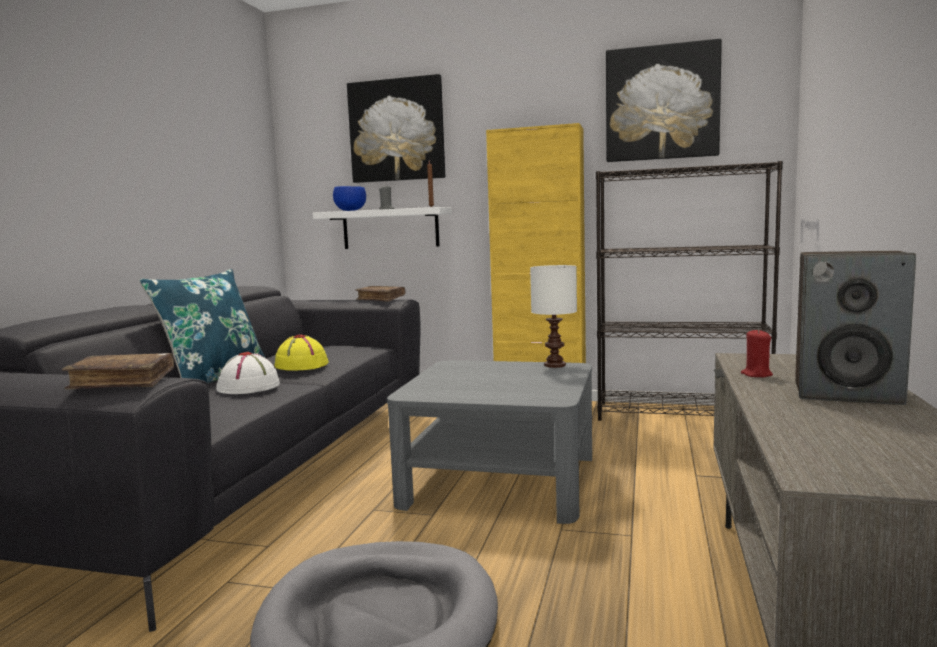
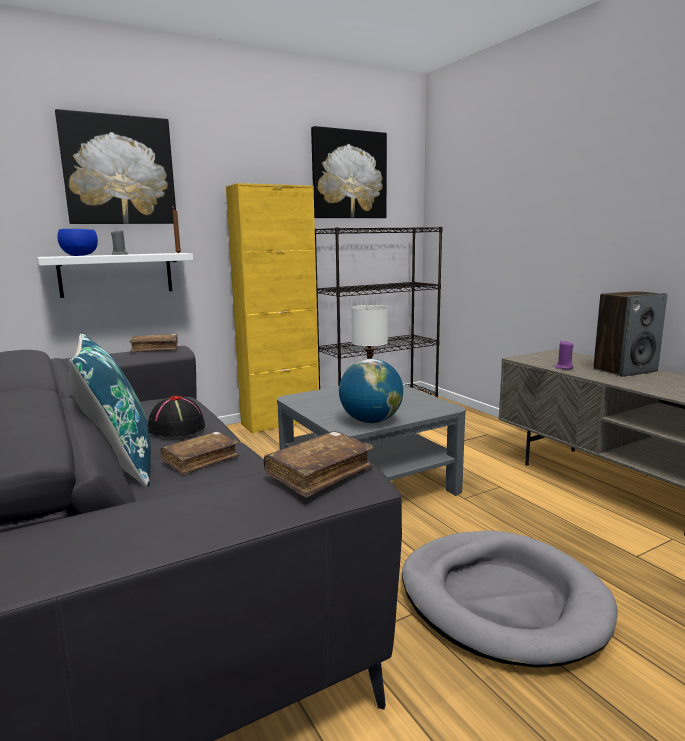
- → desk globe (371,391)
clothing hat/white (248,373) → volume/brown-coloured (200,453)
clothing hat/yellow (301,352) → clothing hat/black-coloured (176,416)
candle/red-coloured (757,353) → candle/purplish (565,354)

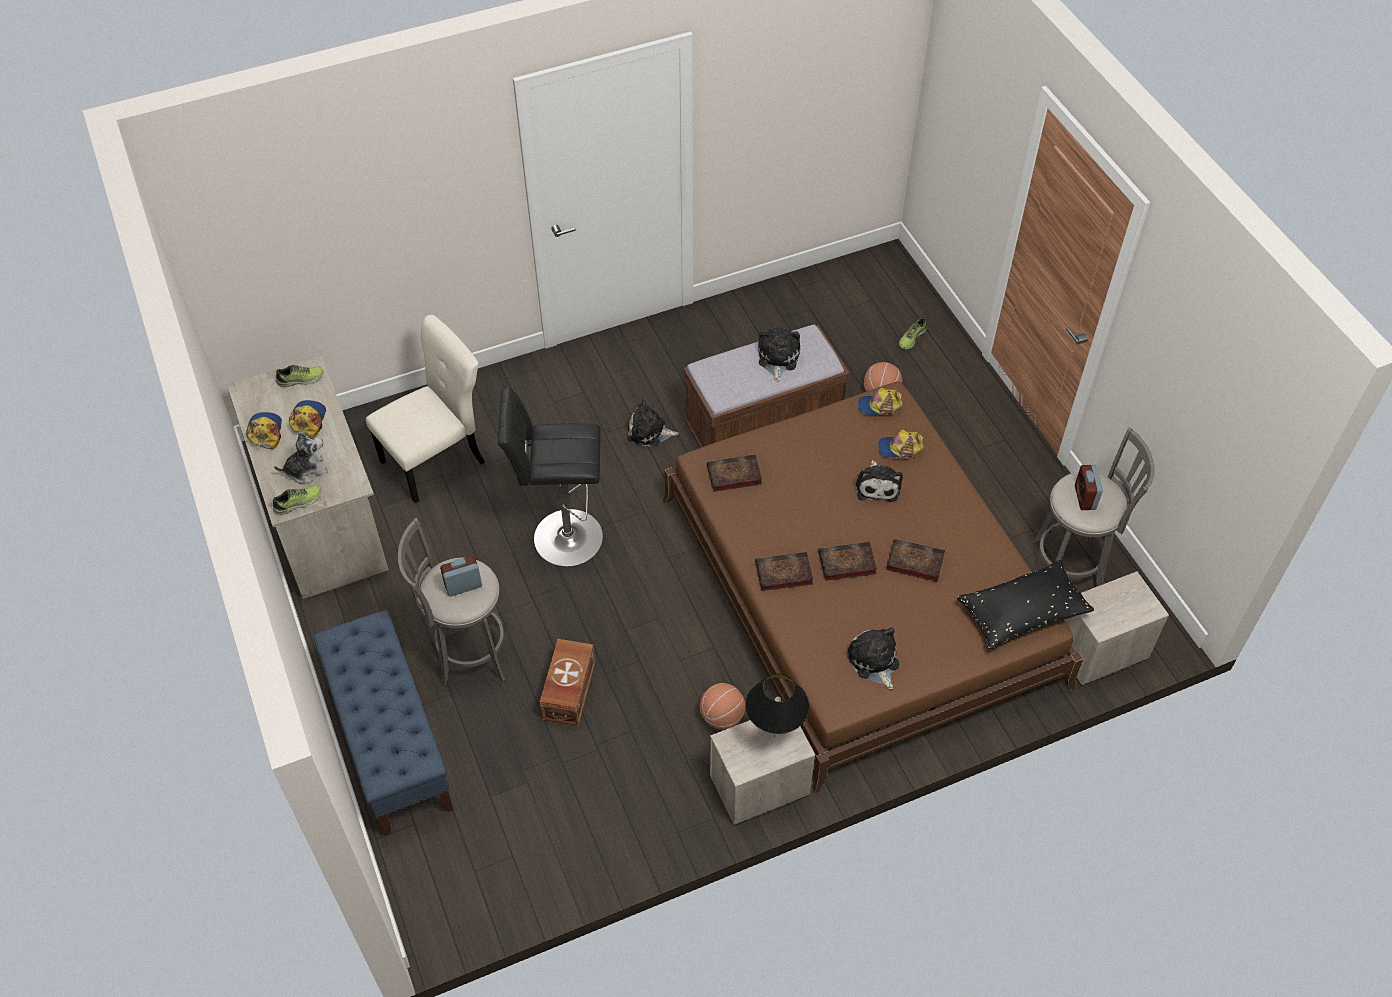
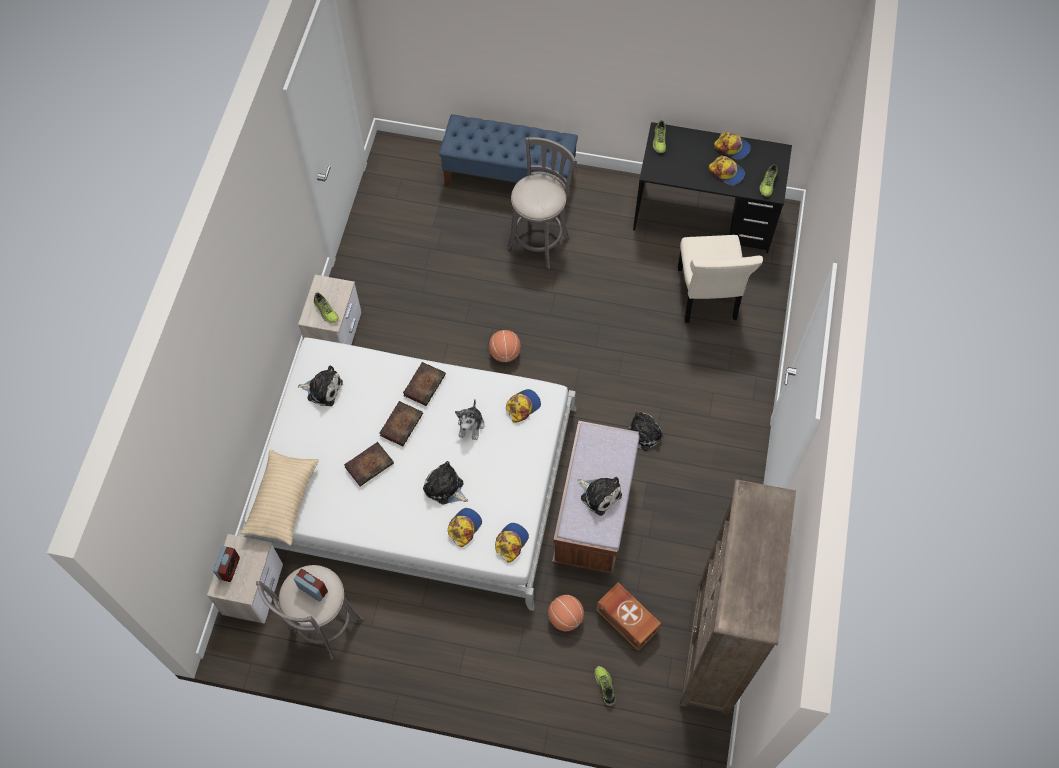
sitting stool/black-coloured (550,477) → -
- → shelving unit/brown-coloured (738,597)
cuddly toy (301,457) → cuddly toy (469,420), shifted
bedside clock (461,576) → bedside clock (226,564), shifted
storage bin/brown-coloured (567,682) → storage bin/brown-coloured (628,617), shifted
ball for basketball (722,706) → ball for basketball (505,346), shifted
volume (734,473) → cap (523,406)
tabletop lamp/black-coloured (777,705) → shoe (326,308)
desk table/beige (308,477) → desk table/black-coloured (712,187)
bedroom bed/brown-coloured (872,587) → bedroom bed/white (407,474)
cushion/black-coloured (1025,604) → cushion/beige (280,498)

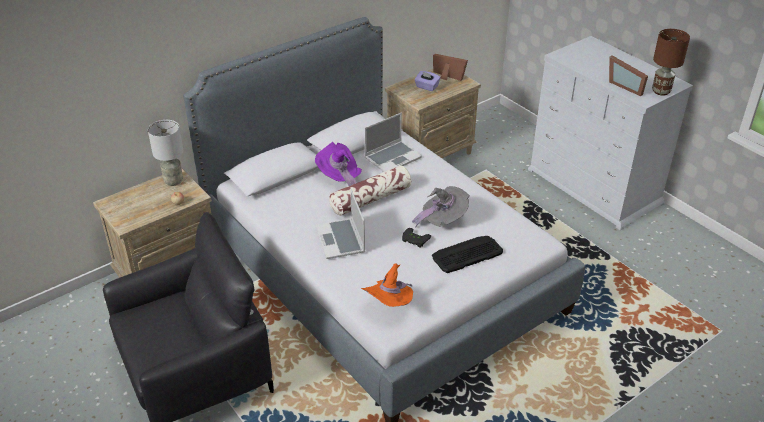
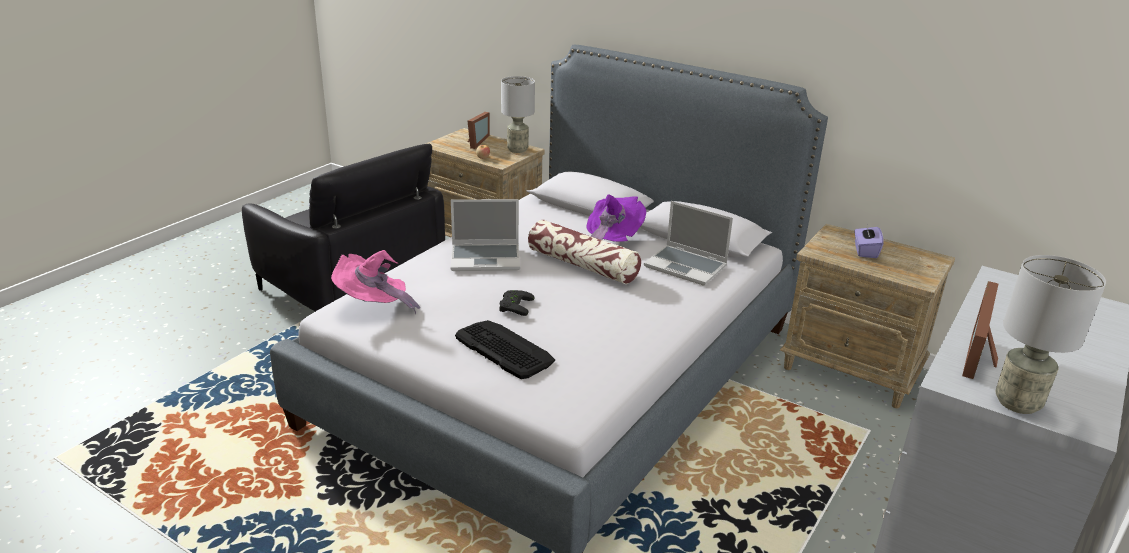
clothing hat/gray (441,207) → -
photo frame (450,67) → photo frame (478,130), shifted
clothing hat/orangey (387,285) → clothing hat/pink (375,282)
tabletop lamp/brown-coloured (671,62) → tabletop lamp/gray (1051,334)
notebook computer (340,224) → notebook computer (485,235), 150 degrees counterclockwise

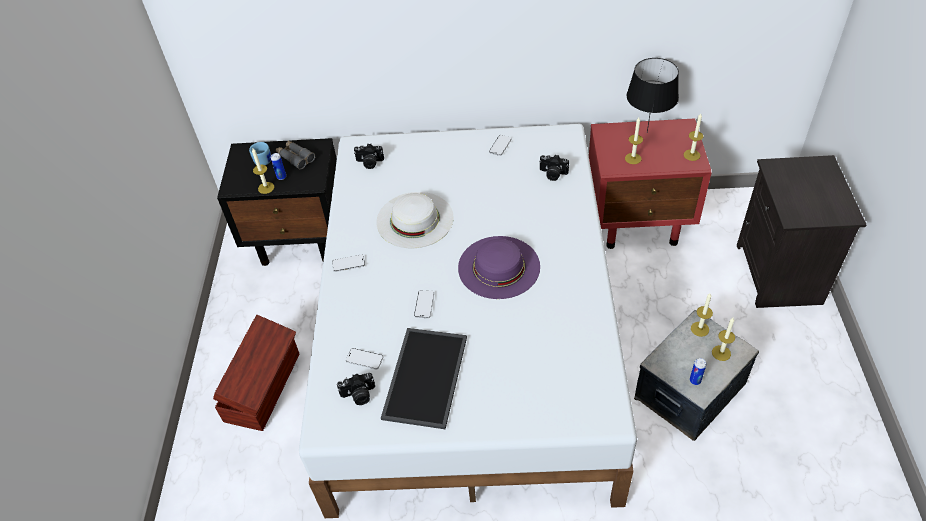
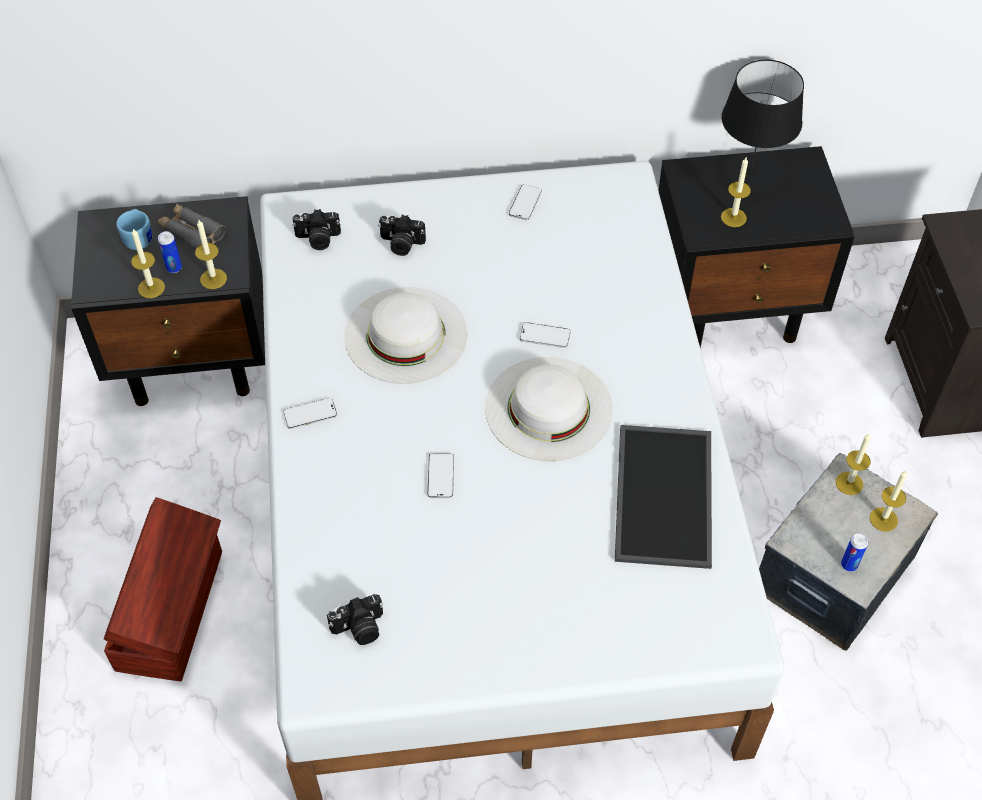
telephone (364,358) → telephone (545,335), shifted
carrying tray (424,378) → carrying tray (663,497), shifted
photo camera (554,168) → photo camera (402,235), shifted
candle (693,137) → candle (211,254), shifted
clothing hat/purplish (499,267) → clothing hat/white (549,409)
nightstand/red-coloured (650,183) → nightstand/black-coloured (756,247)

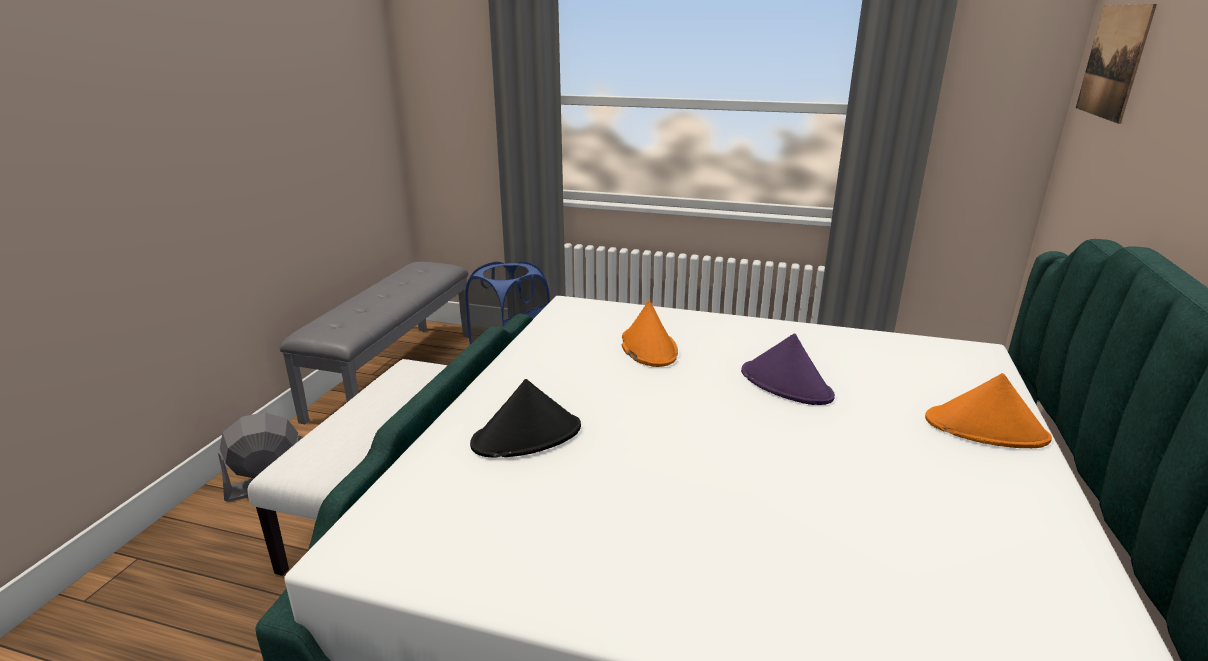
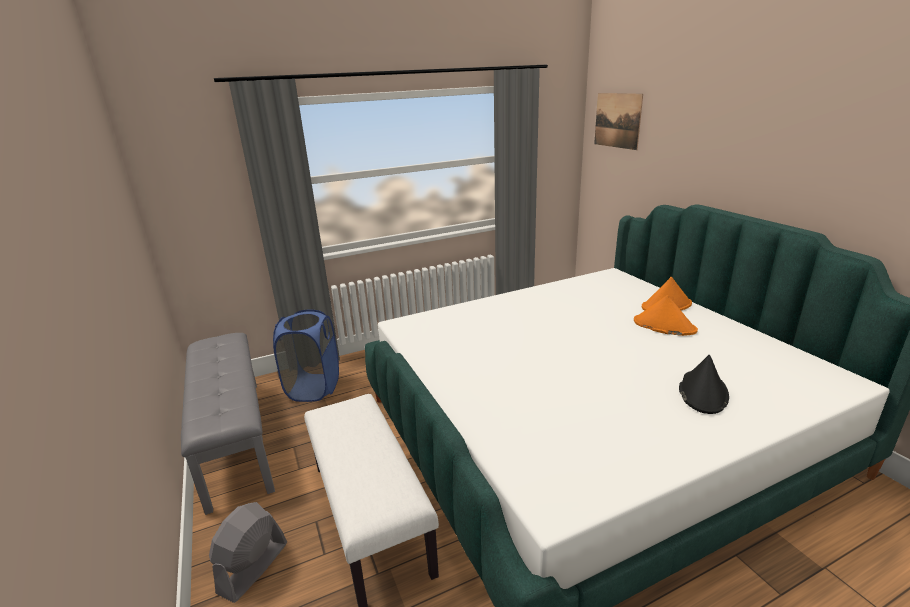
clothing hat/purplish (788,369) → -
clothing hat/black-coloured (525,418) → clothing hat/black-coloured (704,384), shifted
clothing hat/orangey (650,333) → clothing hat/orangey (666,315), shifted

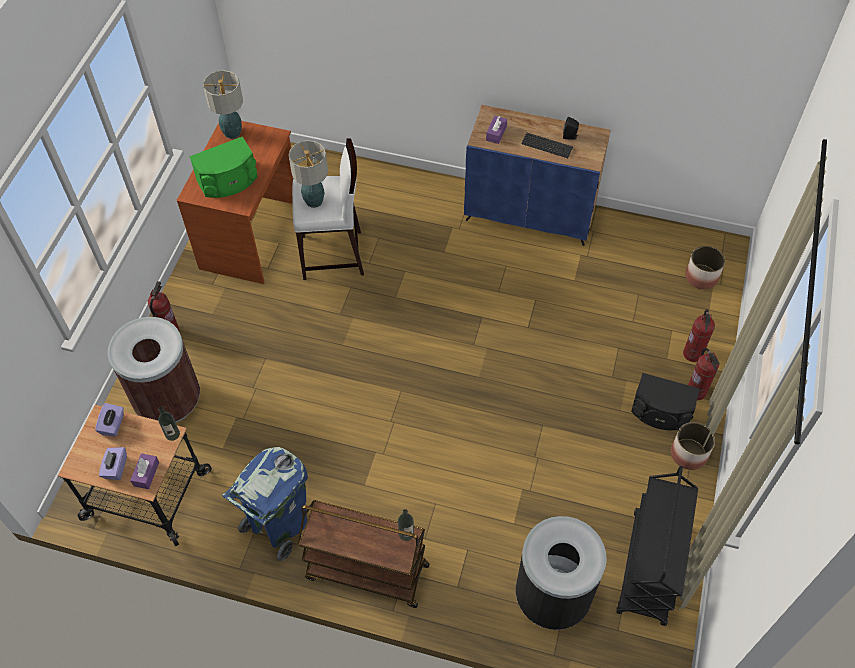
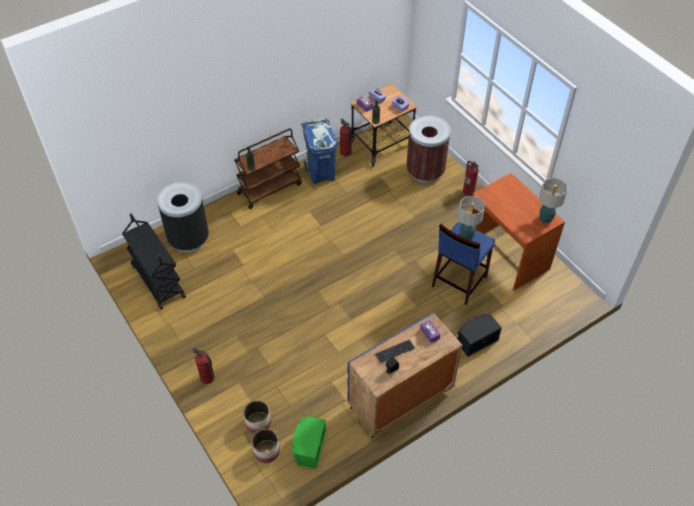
audio speaker/green-coloured (223,167) → audio speaker/green-coloured (309,442), shifted
audio speaker/black-coloured (665,401) → audio speaker/black-coloured (479,335), shifted
plant pot (693,446) → plant pot (257,417), shifted
fire extinguisher (699,335) → fire extinguisher (346,137), shifted
sitting stool/white (328,209) → sitting stool/bluish (463,263)

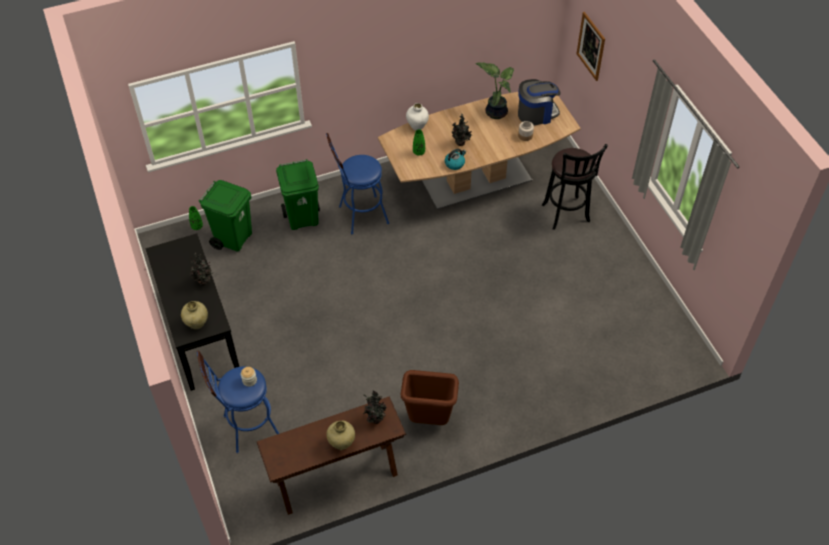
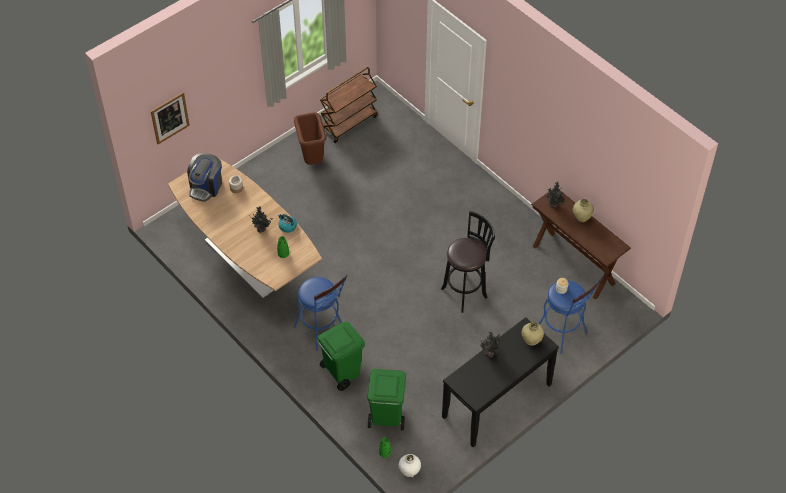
plant in a pot (494,90) → -
- → cart/brown-coloured (349,105)
rubbish bin/brown-coloured (430,397) → rubbish bin/brown-coloured (310,138), shifted
decorative vase/white (417,116) → decorative vase/white (410,465), shifted
sitting stool/black-coloured (575,187) → sitting stool/black-coloured (468,262), shifted
coffee machine (539,102) → coffee machine (204,177), 120 degrees counterclockwise

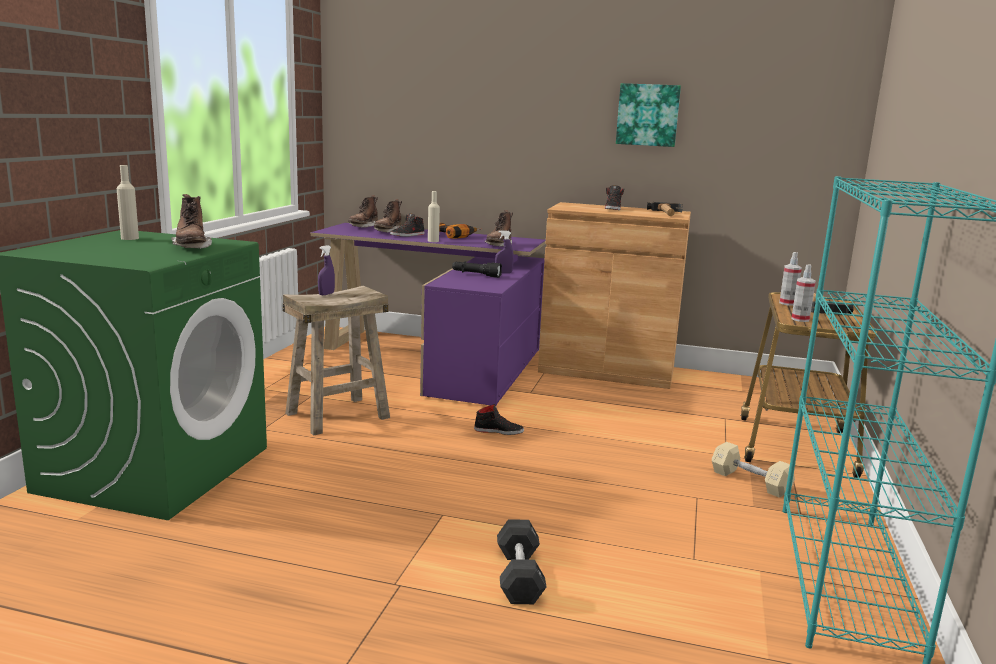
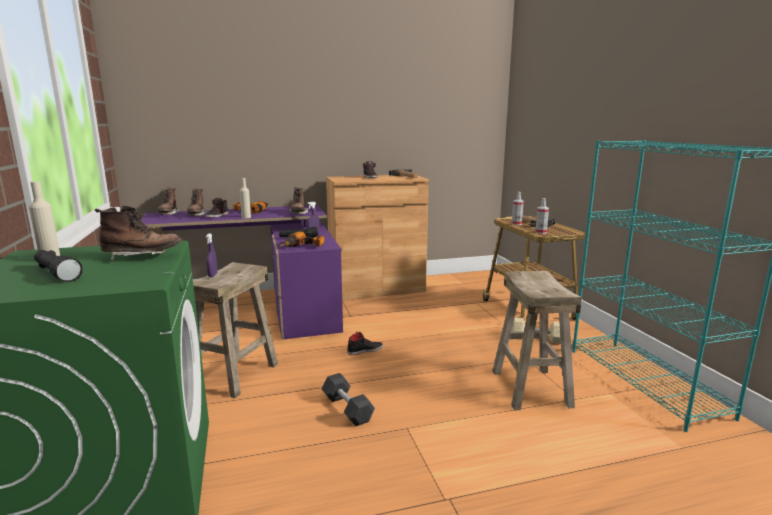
wall art (648,115) → -
- → torch/black-coloured (58,266)
- → electric drill (302,239)
- → sitting stool/beige (537,340)
dumbbell/black-coloured (521,561) → dumbbell/black-coloured (348,399), shifted
high-top boot/brown-coloured (191,221) → high-top boot/brown-coloured (138,233), 45 degrees counterclockwise

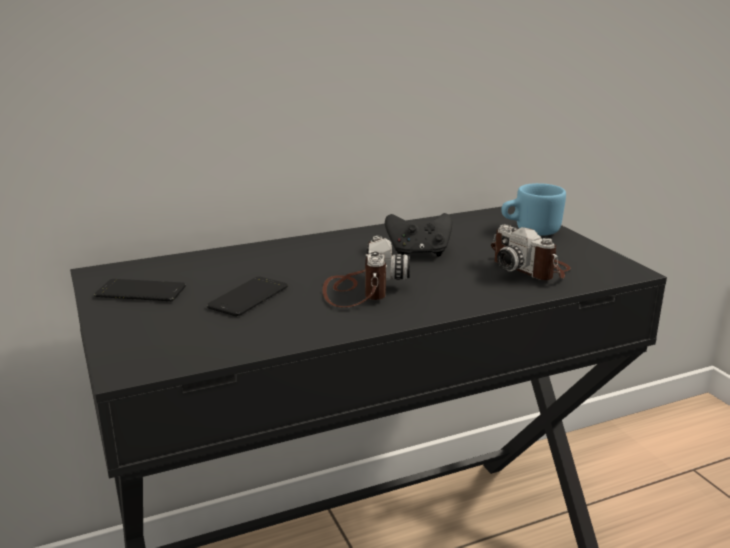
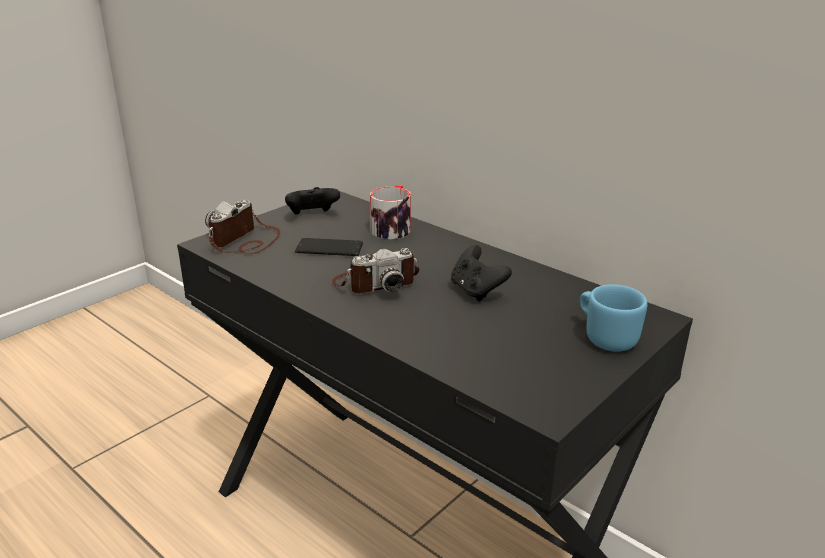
- → mug (390,212)
photo camera (531,252) → photo camera (243,226), shifted
telephone (140,290) → game controller/black-coloured (312,201)

